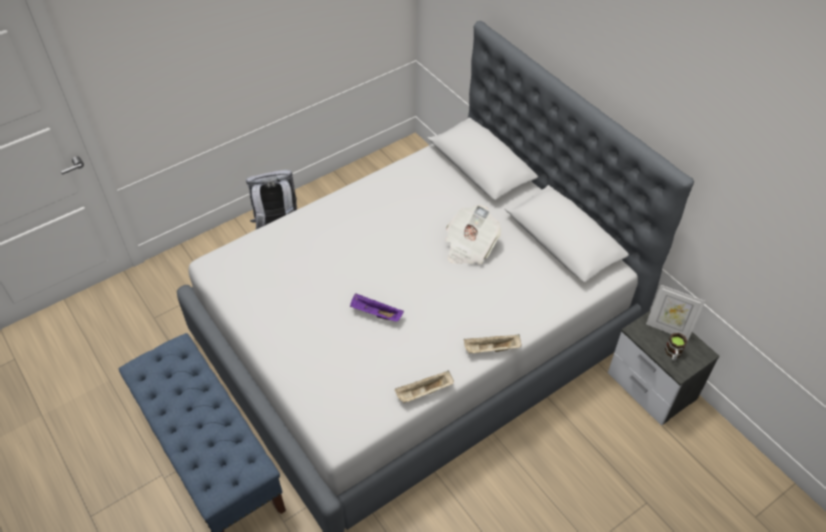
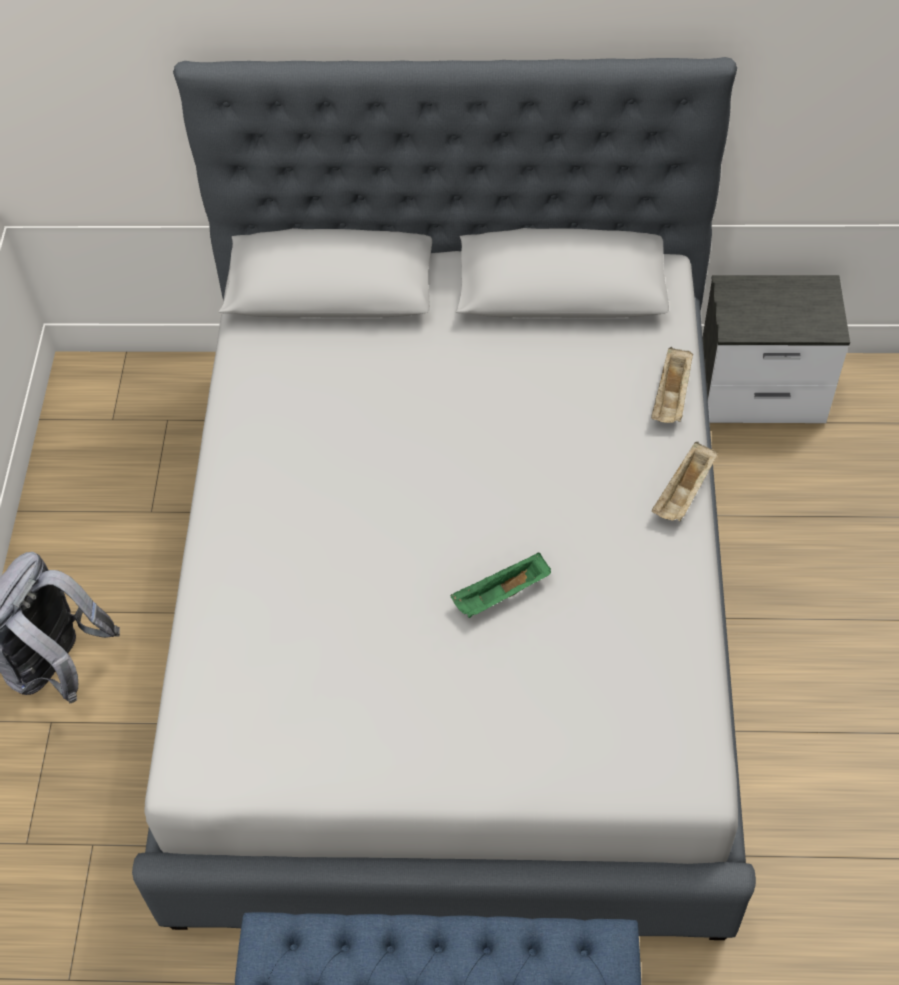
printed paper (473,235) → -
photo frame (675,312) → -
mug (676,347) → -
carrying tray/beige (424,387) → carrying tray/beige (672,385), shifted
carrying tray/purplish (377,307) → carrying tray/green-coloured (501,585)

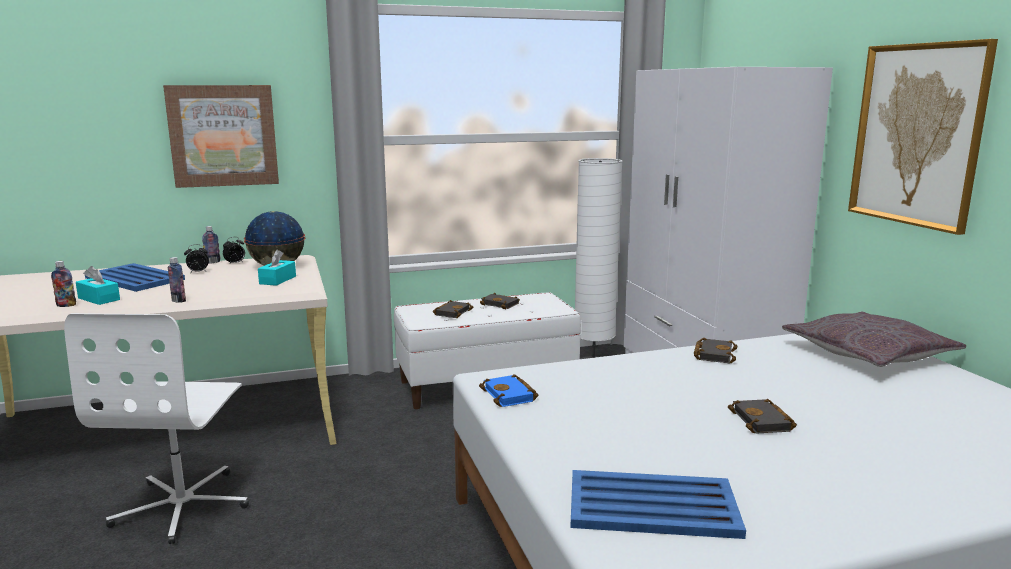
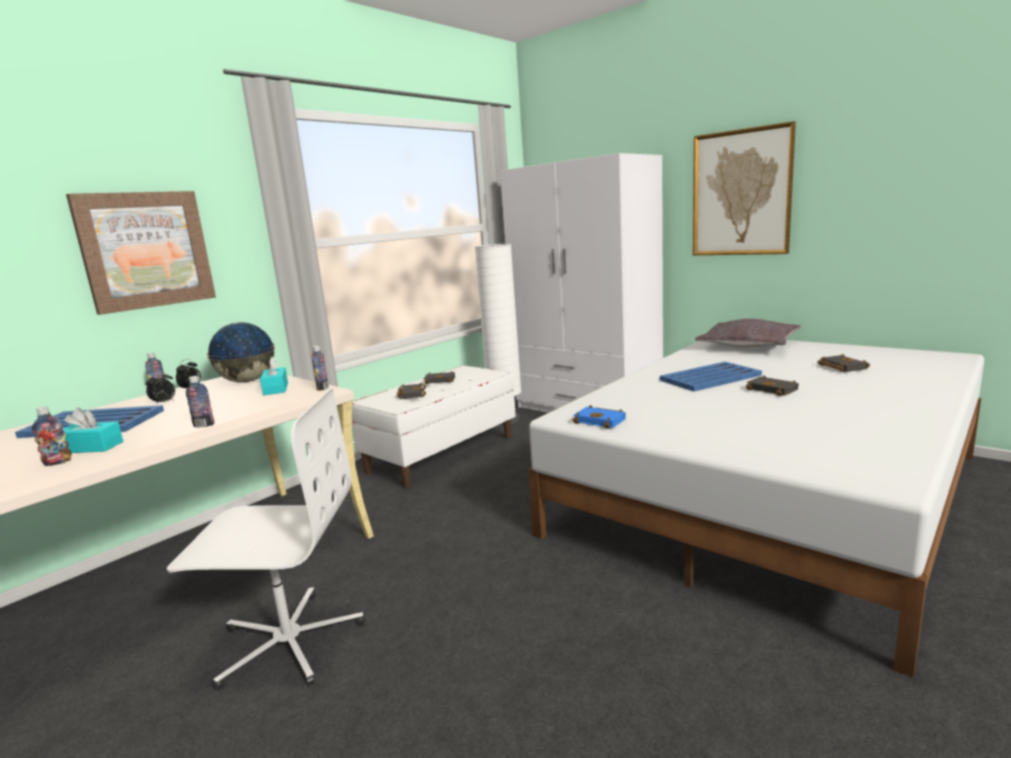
- → beverage bottle (320,368)
carrying tray/bluish (658,504) → carrying tray/bluish (711,377), shifted
volume/black-coloured (715,351) → volume/black-coloured (844,363), shifted
computer chair/white (156,428) → computer chair/white (266,539), 60 degrees counterclockwise

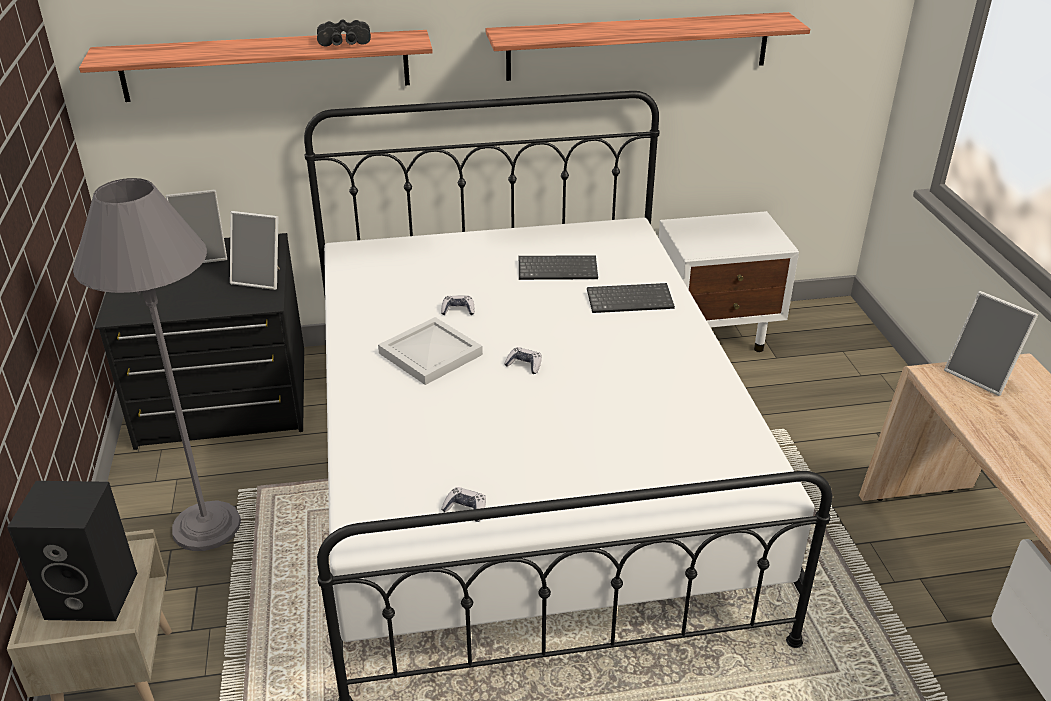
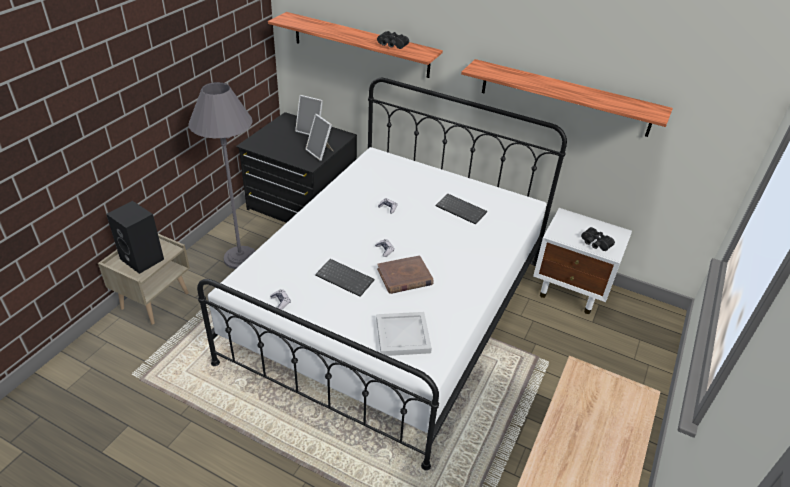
photo frame (991,343) → -
- → volume/brown-coloured (405,274)
- → pair of binoculars/black-coloured (598,239)
carrying tray/white (430,351) → carrying tray/white (404,334), shifted
computer keyboard (631,298) → computer keyboard (345,278), shifted

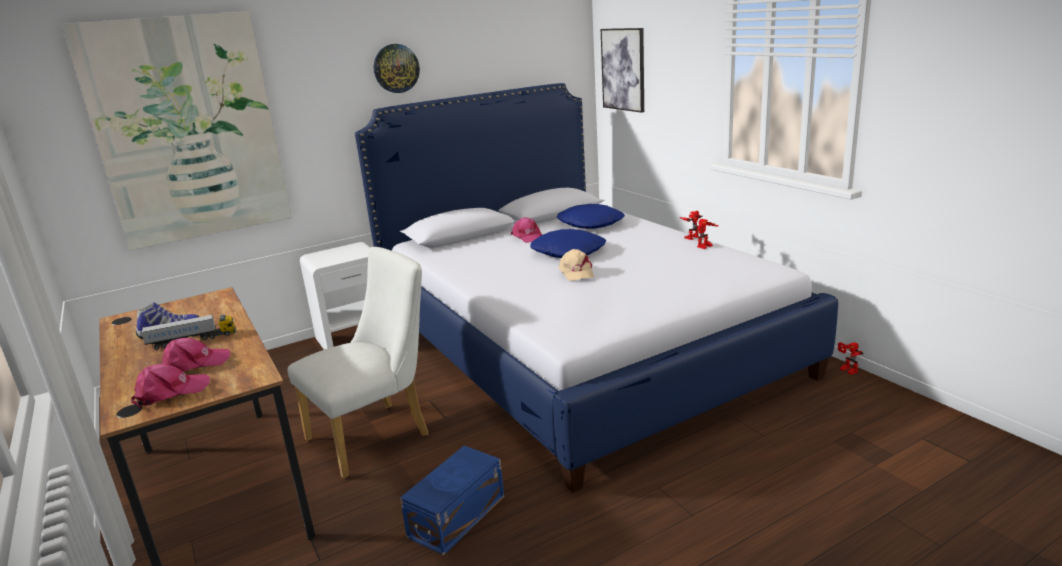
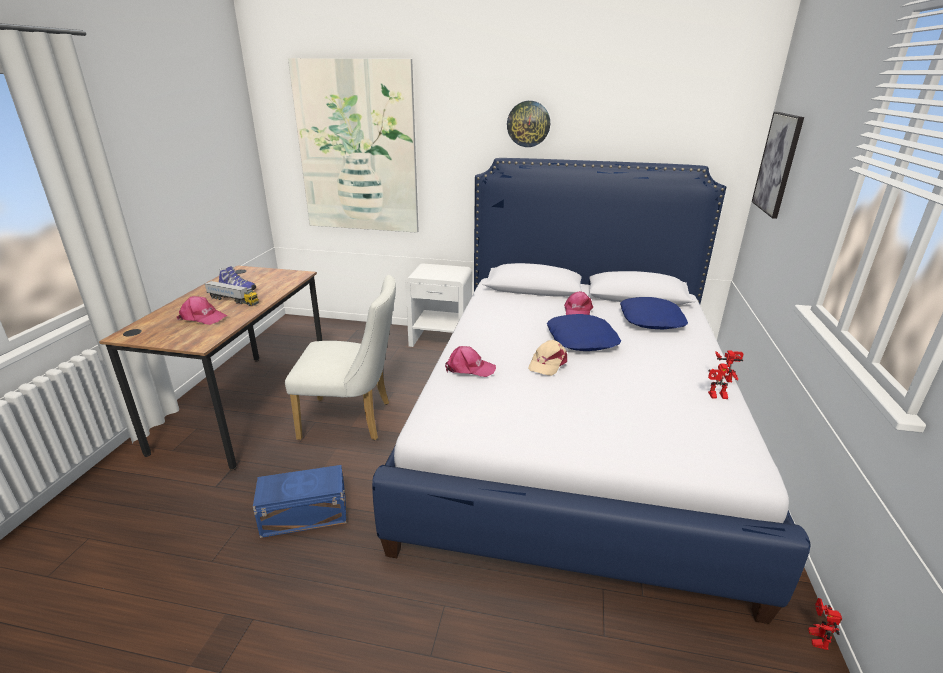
cap/pink (170,386) → cap/pink (470,361), shifted

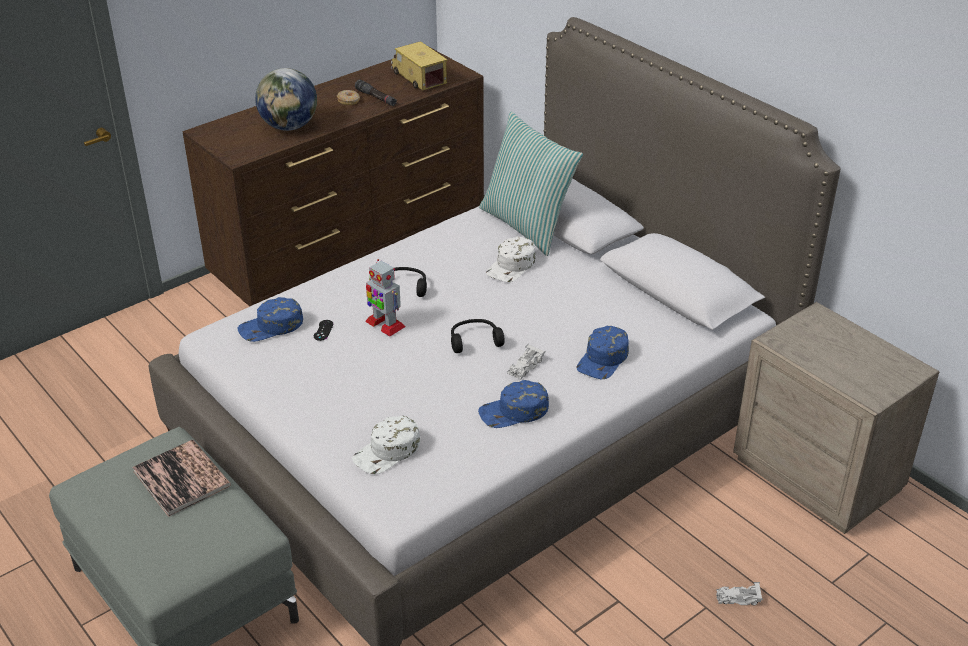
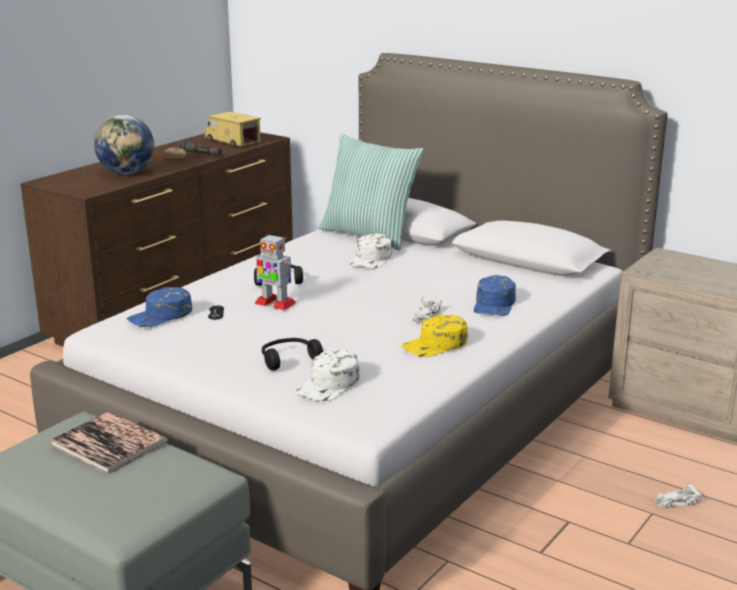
headphones/black-coloured (478,336) → headphones/black-coloured (292,354), shifted
cap/bluish (513,404) → cap/yellow (434,336)

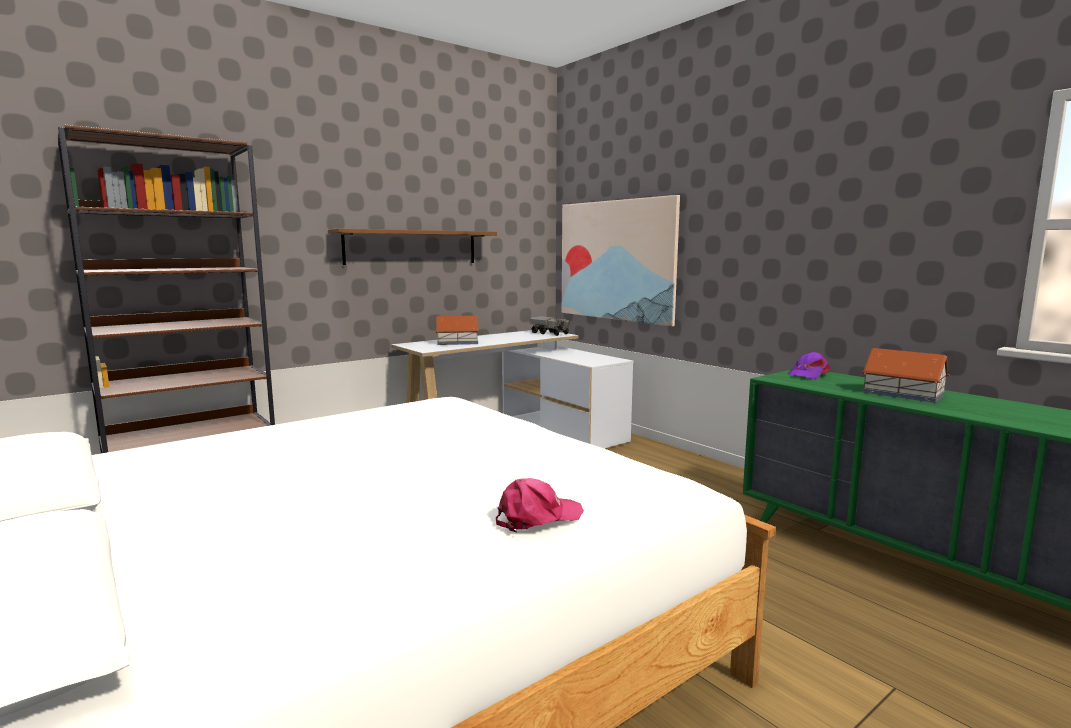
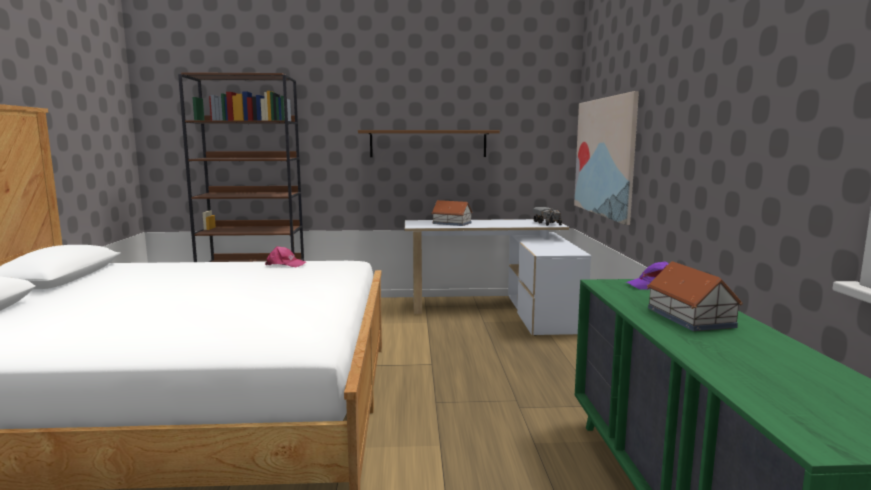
cap/pink (540,505) → cap/pink (285,256), shifted

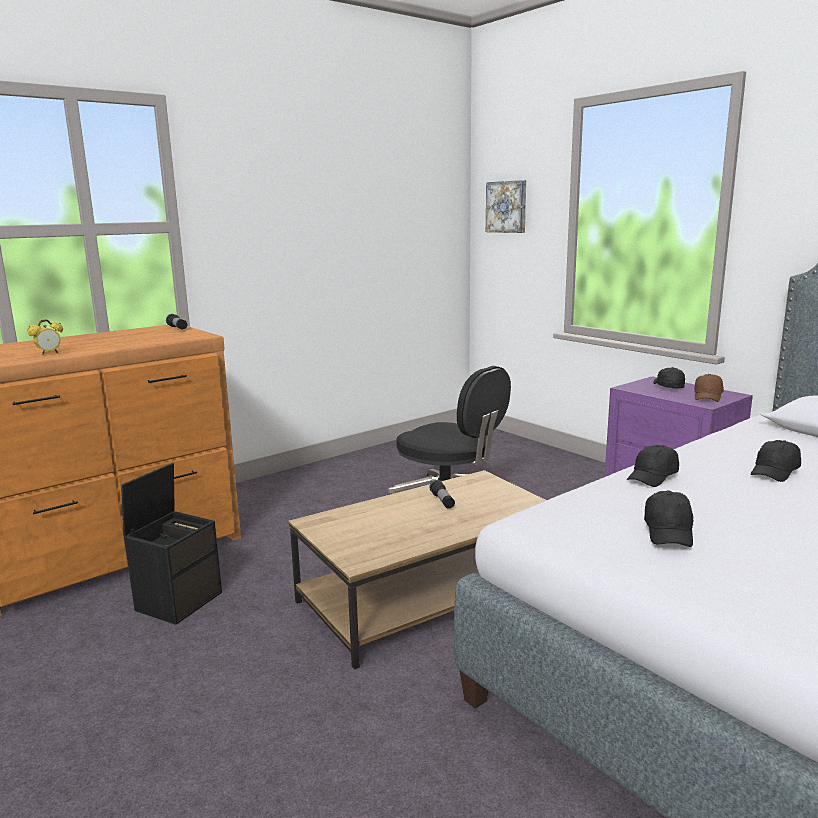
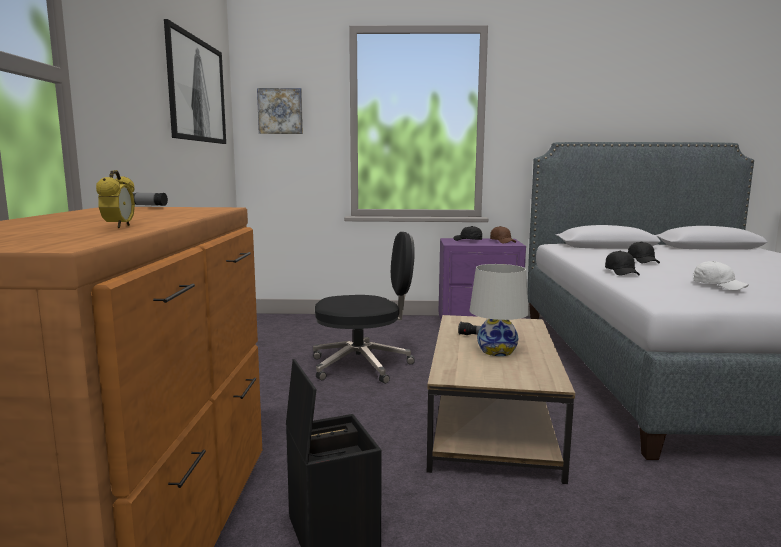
- → wall art (195,81)
- → tabletop lamp/white (499,310)
cap/black-coloured (668,519) → cap/white (721,275)

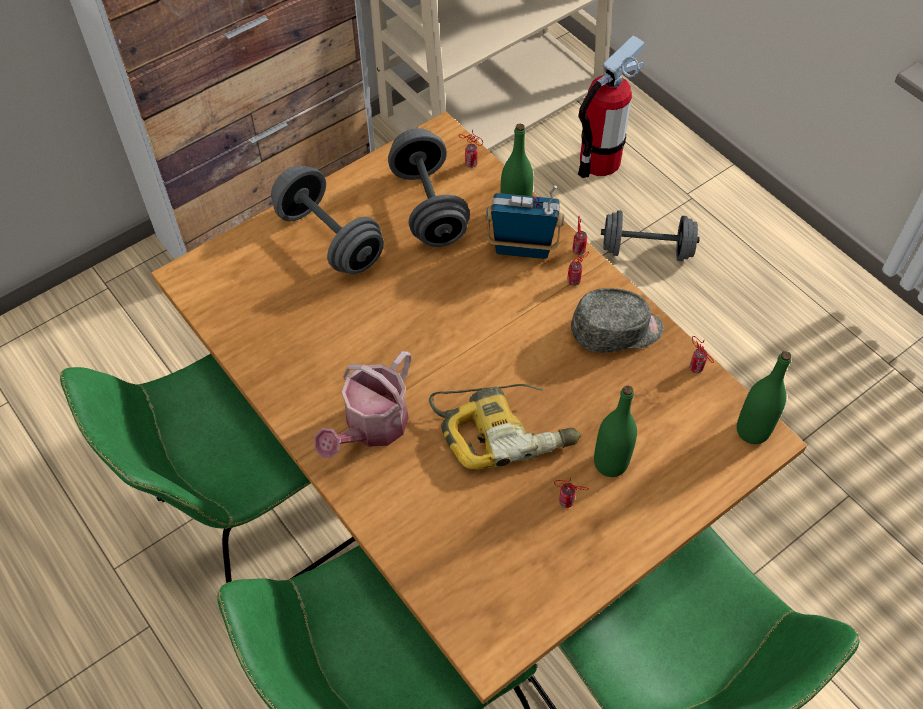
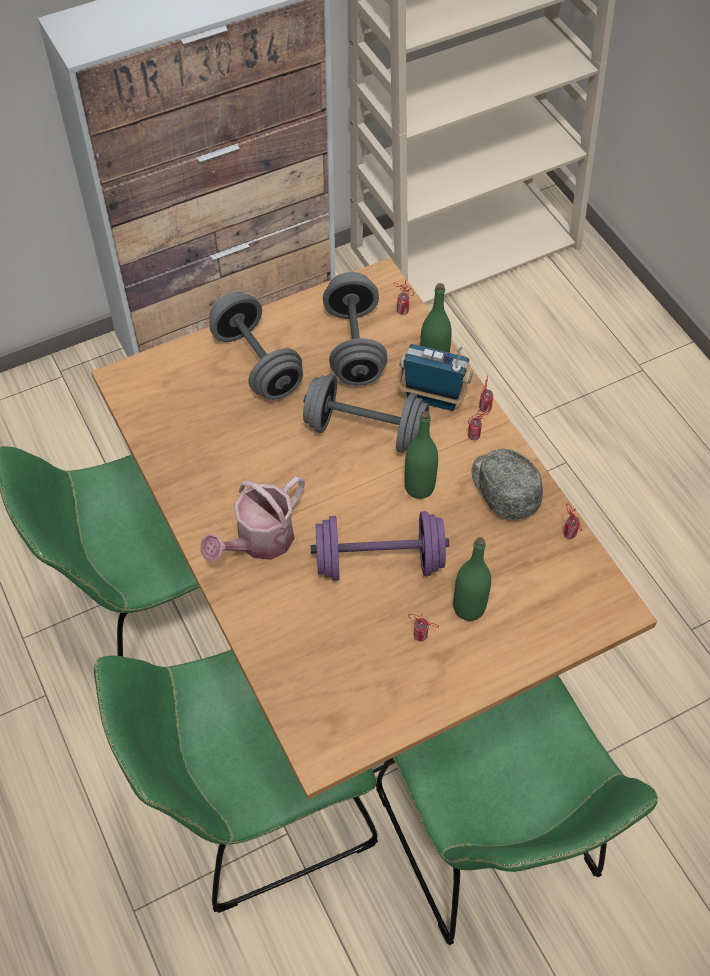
fire extinguisher (611,106) → -
dumbbell/gray (650,235) → dumbbell/gray (366,413), shifted
beverage bottle/green-coloured (764,397) → beverage bottle/green-coloured (421,455), shifted
electric drill (505,427) → dumbbell/purplish (379,546)
cap/gray (617,320) → cap/gray (507,484), 120 degrees counterclockwise

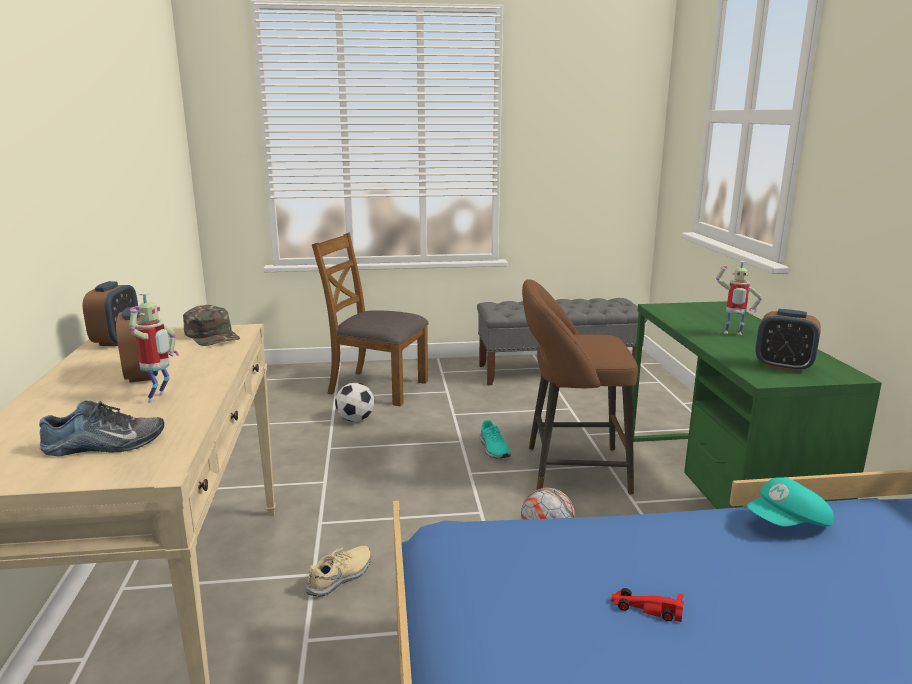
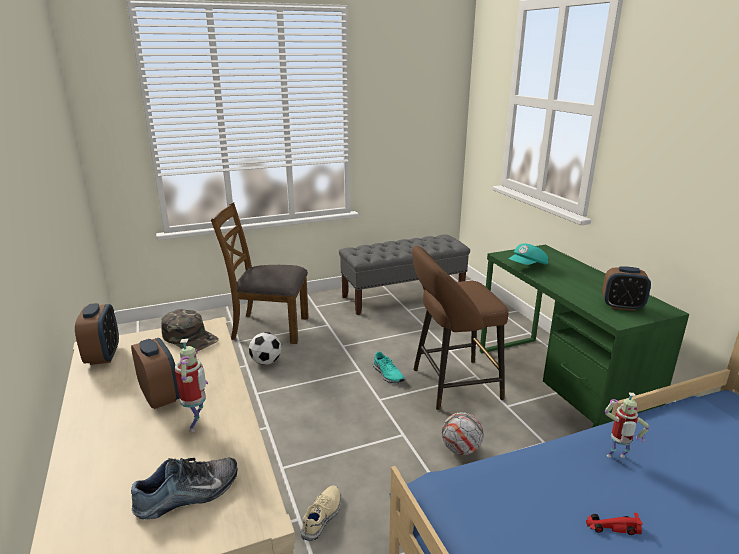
toy robot (739,298) → toy robot (626,425), shifted
cap/blue-green (790,502) → cap/blue-green (528,254), shifted

